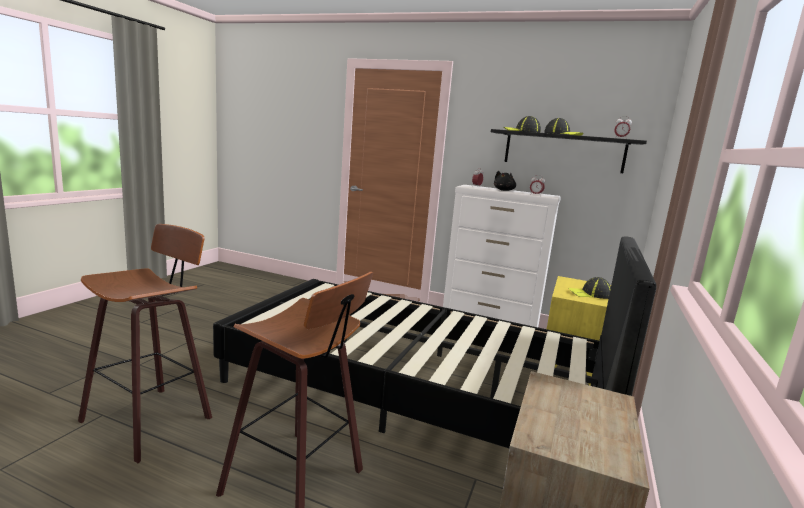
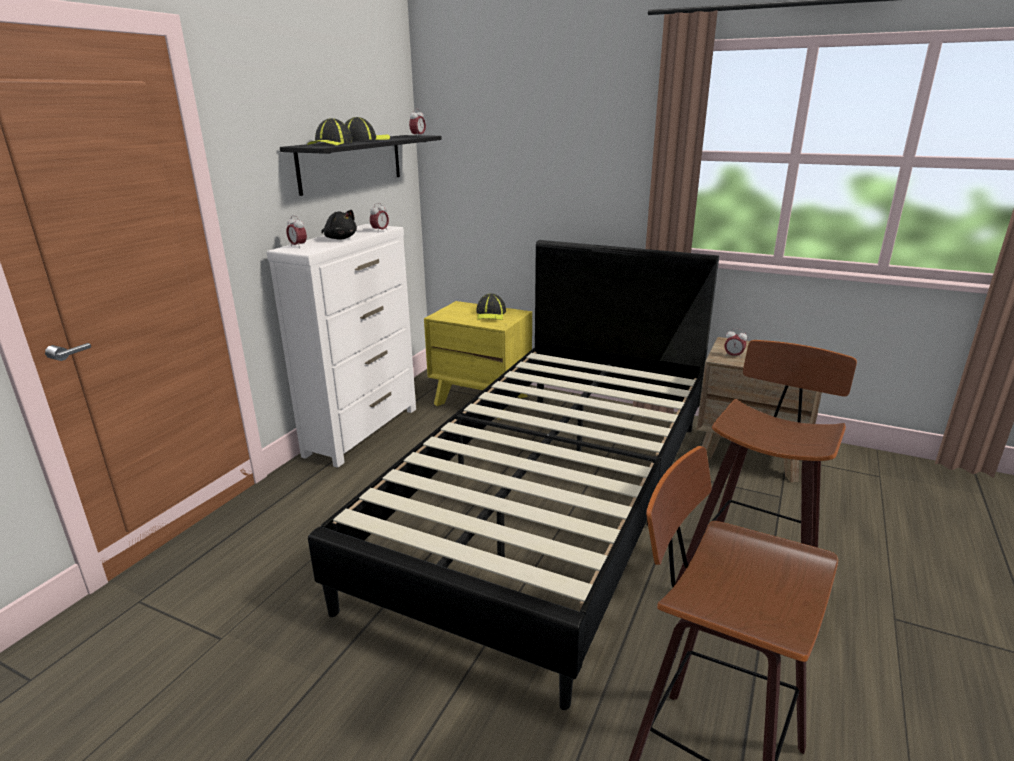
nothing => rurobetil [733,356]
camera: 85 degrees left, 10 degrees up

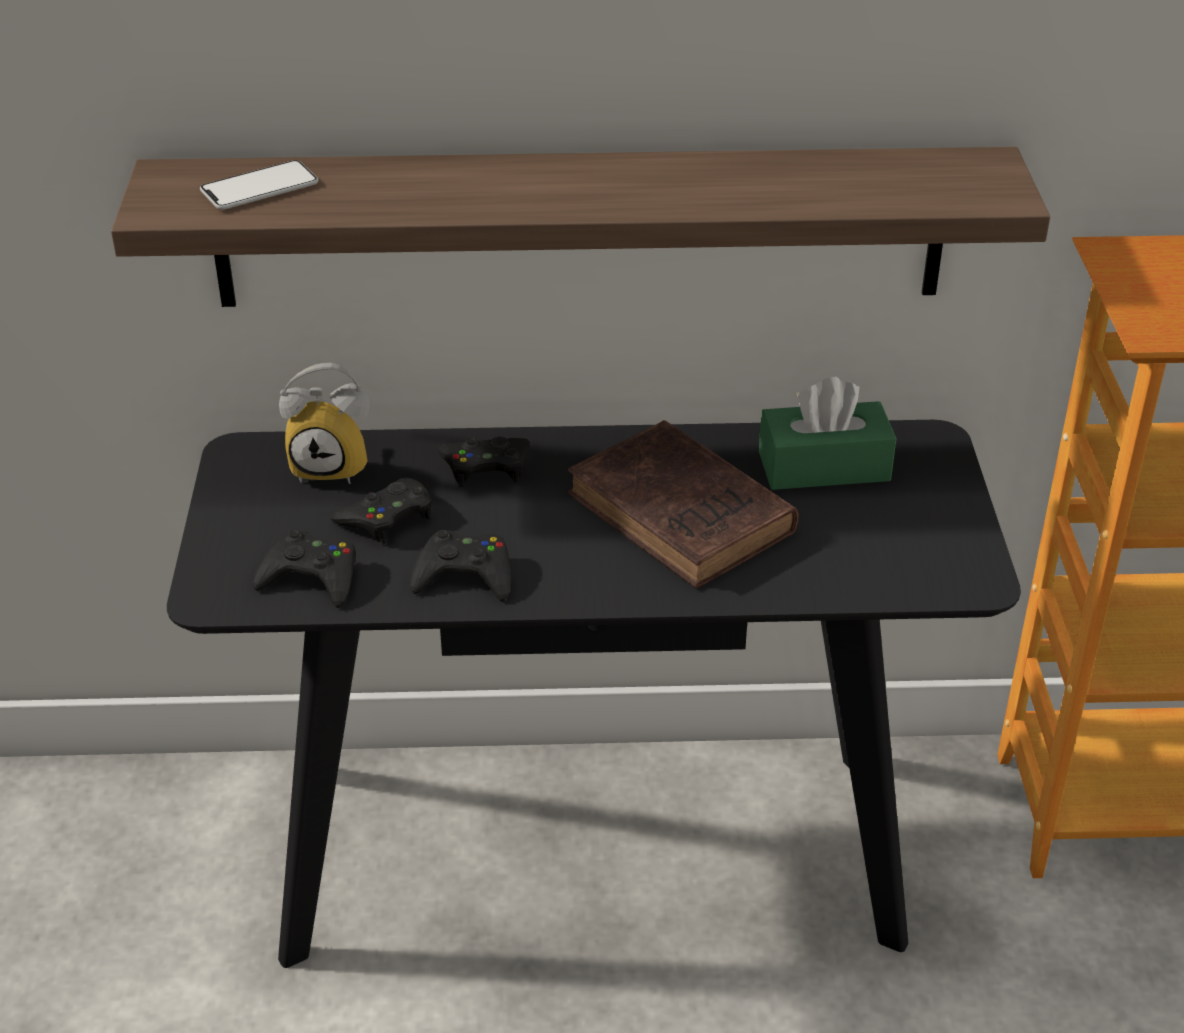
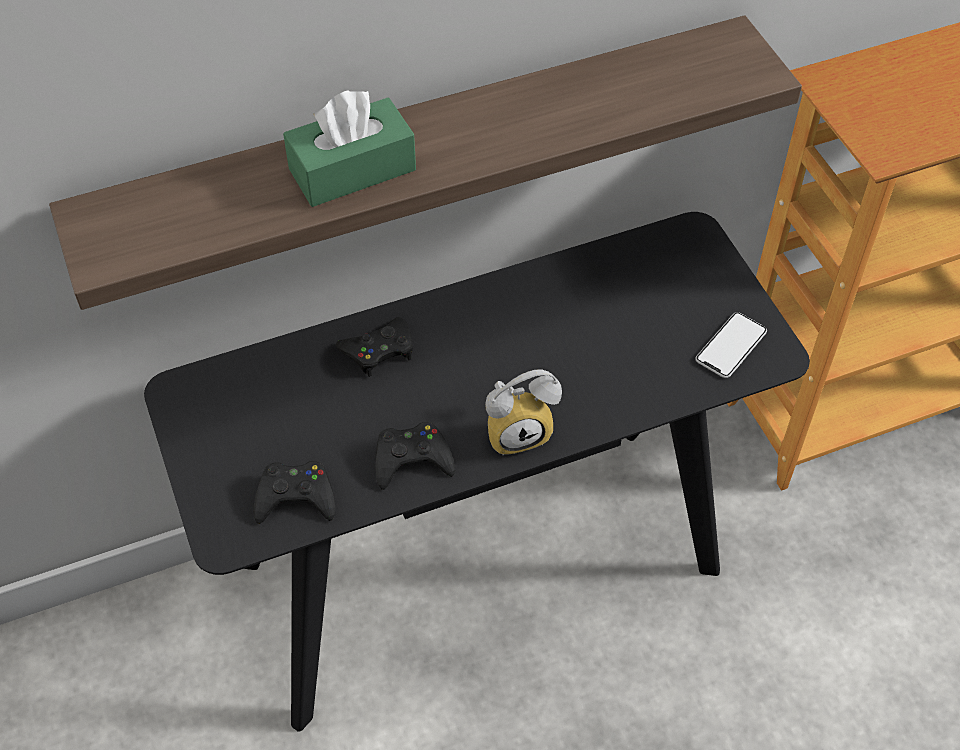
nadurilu [259,188] => nadurilu [731,346], move
rurobetil [334,466] => rurobetil [518,430], move
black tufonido [387,517] => nothing
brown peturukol [685,516] => nothing
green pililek [824,466] => green pililek [352,169], move
camera: 20 degrees left, 15 degrees up

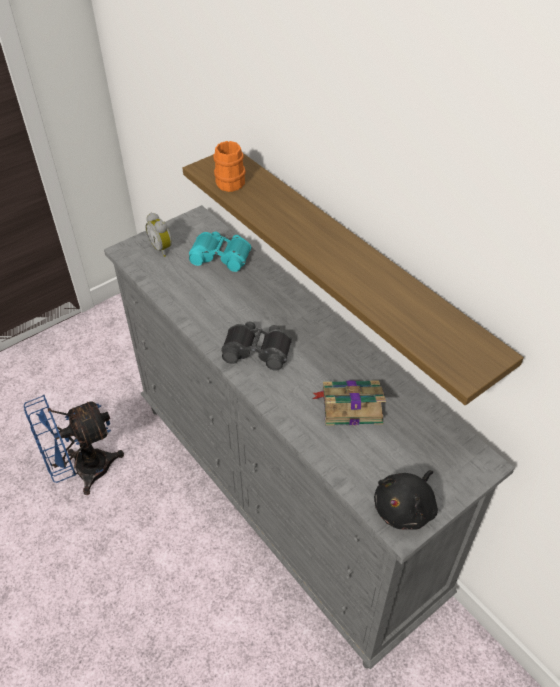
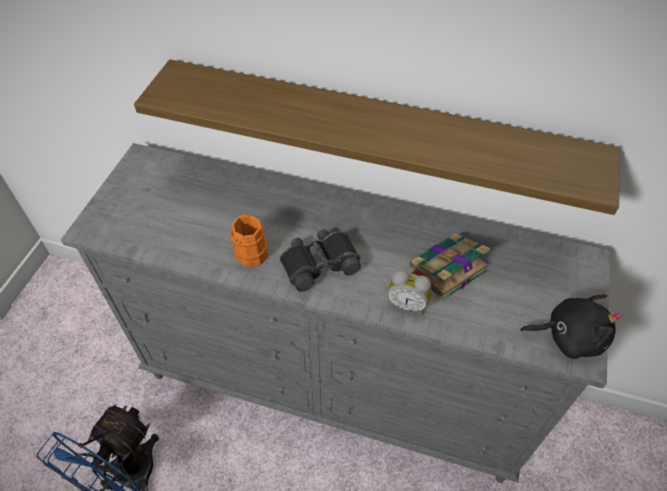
rurobetil [162,248] => rurobetil [407,304], move
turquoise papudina [221,256] => nothing
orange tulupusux [232,180] => orange tulupusux [251,249], move
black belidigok [405,508] => black belidigok [569,336], 90 degrees counterclockwise
camera: 35 degrees left, 5 degrees up

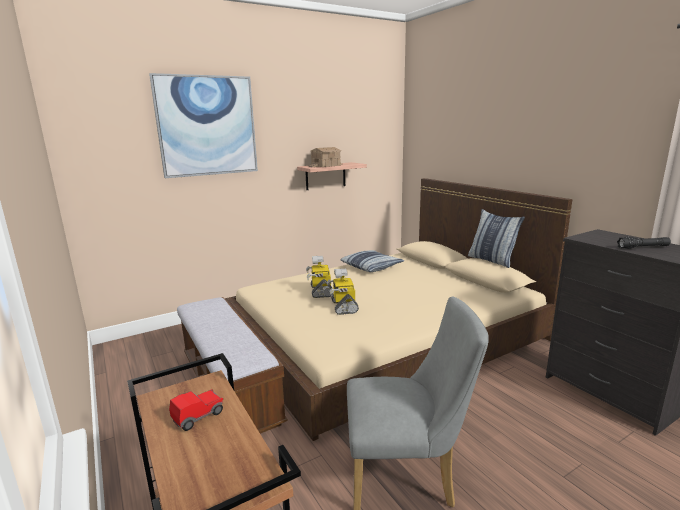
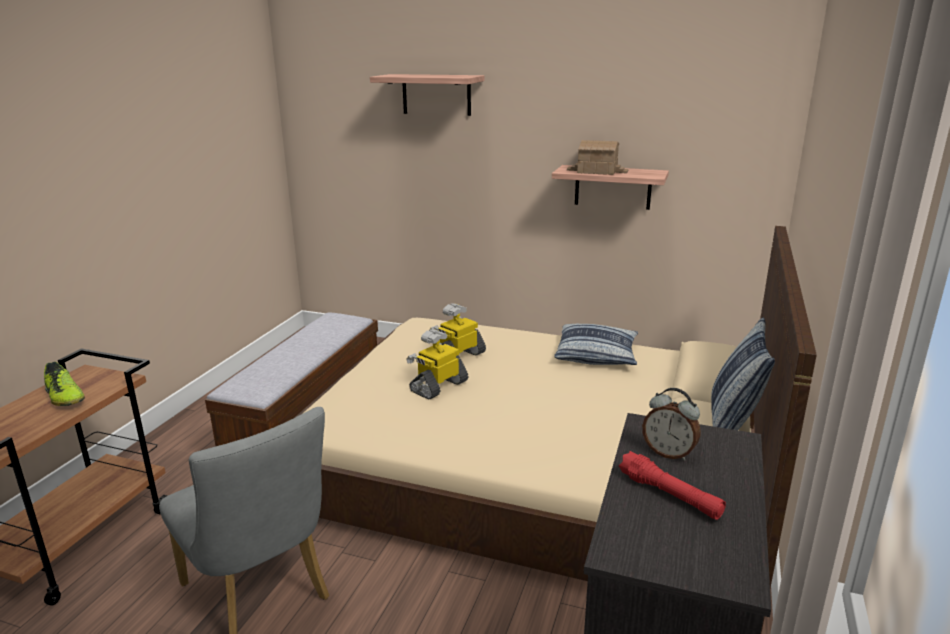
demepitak [207,126] => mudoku [436,94]
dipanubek [198,416] => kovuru [65,397]
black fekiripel [643,247] => red fekiripel [669,495]
nothing => rurobetil [668,453]
camera: 50 degrees right, 5 degrees up

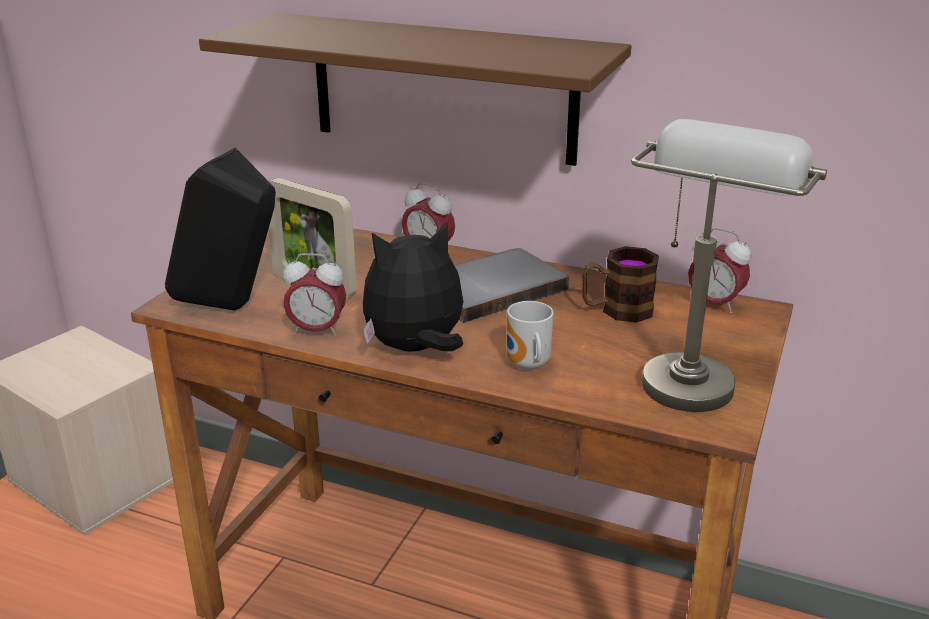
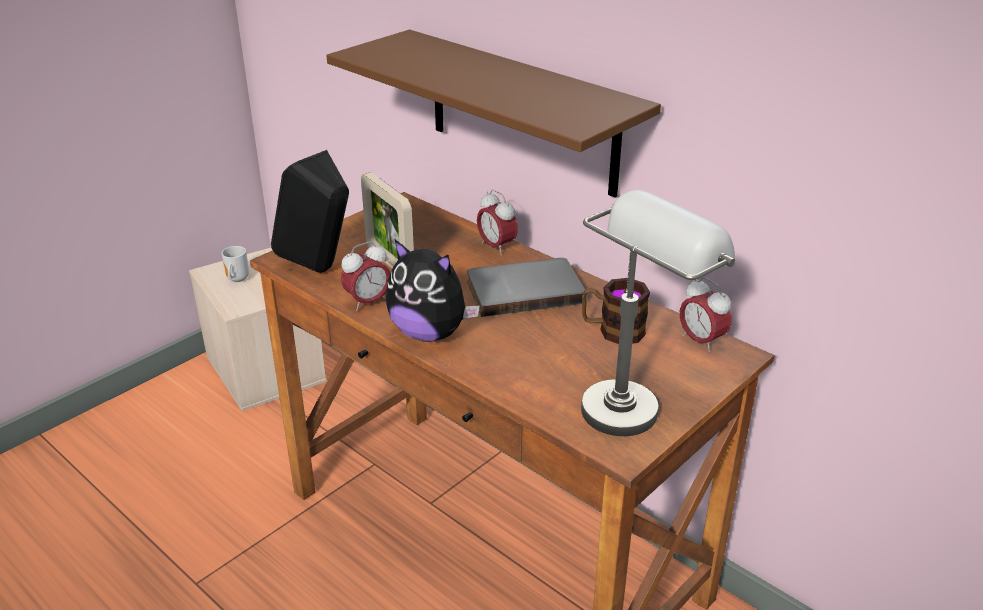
rurobetil [317,331] => rurobetil [368,302], 60 degrees counterclockwise
belidigok [416,350] => belidigok [430,333], 150 degrees counterclockwise
tulupusux [527,366] => tulupusux [236,280], move
camera: 20 degrees right, 5 degrees up

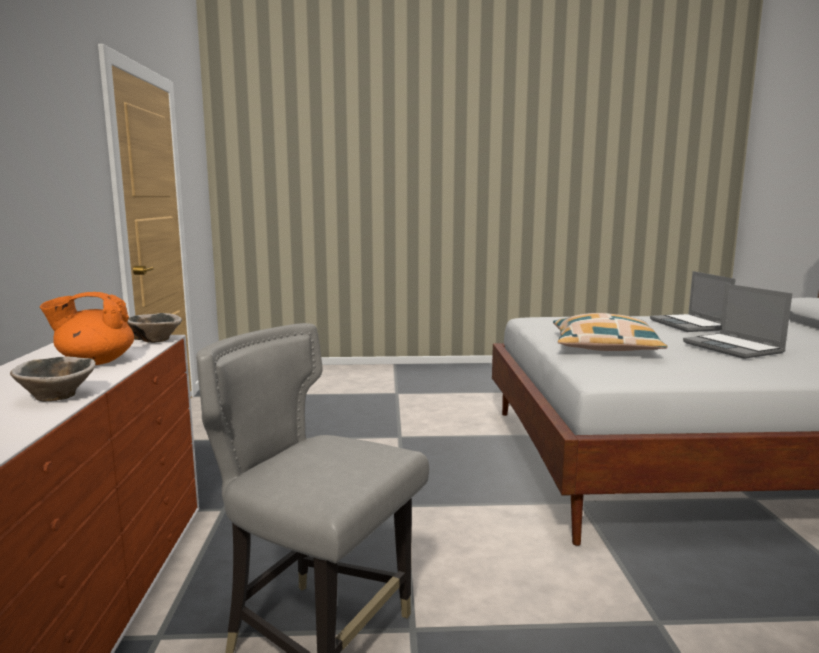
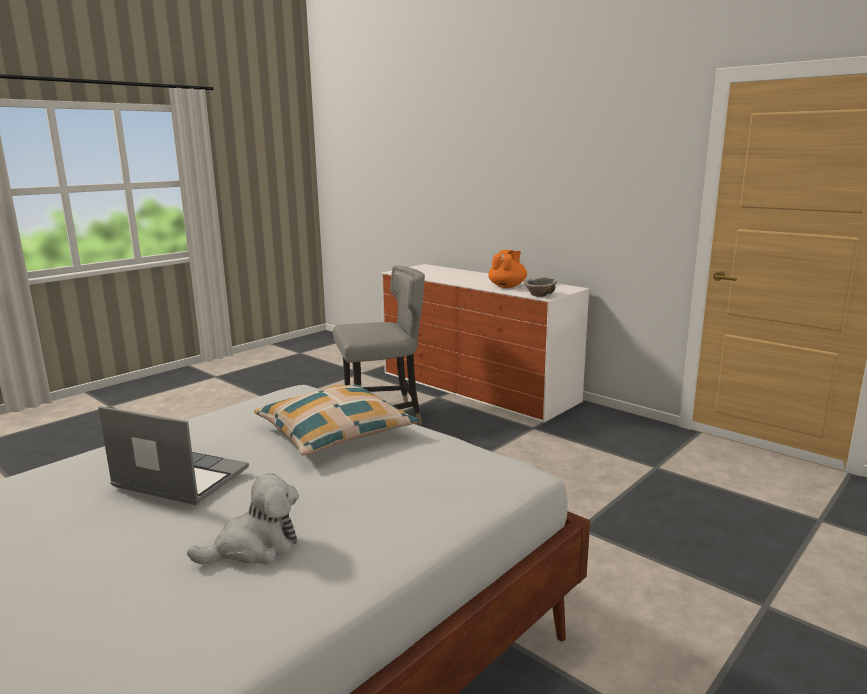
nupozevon [57,397] => nothing
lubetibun [690,325] => belidigok [254,547]
camera: 135 degrees right, 5 degrees up

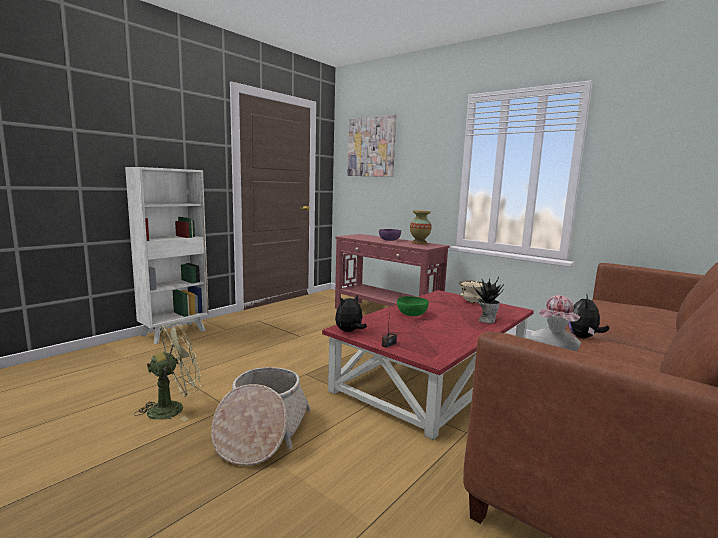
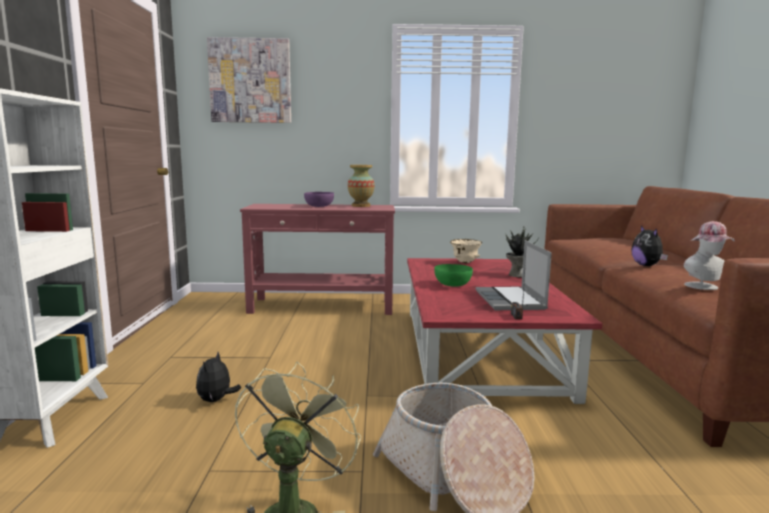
belidigok [349,331] => belidigok [216,400], move
nothing => lubetibun [511,300]
camera: 40 degrees left, 0 degrees up

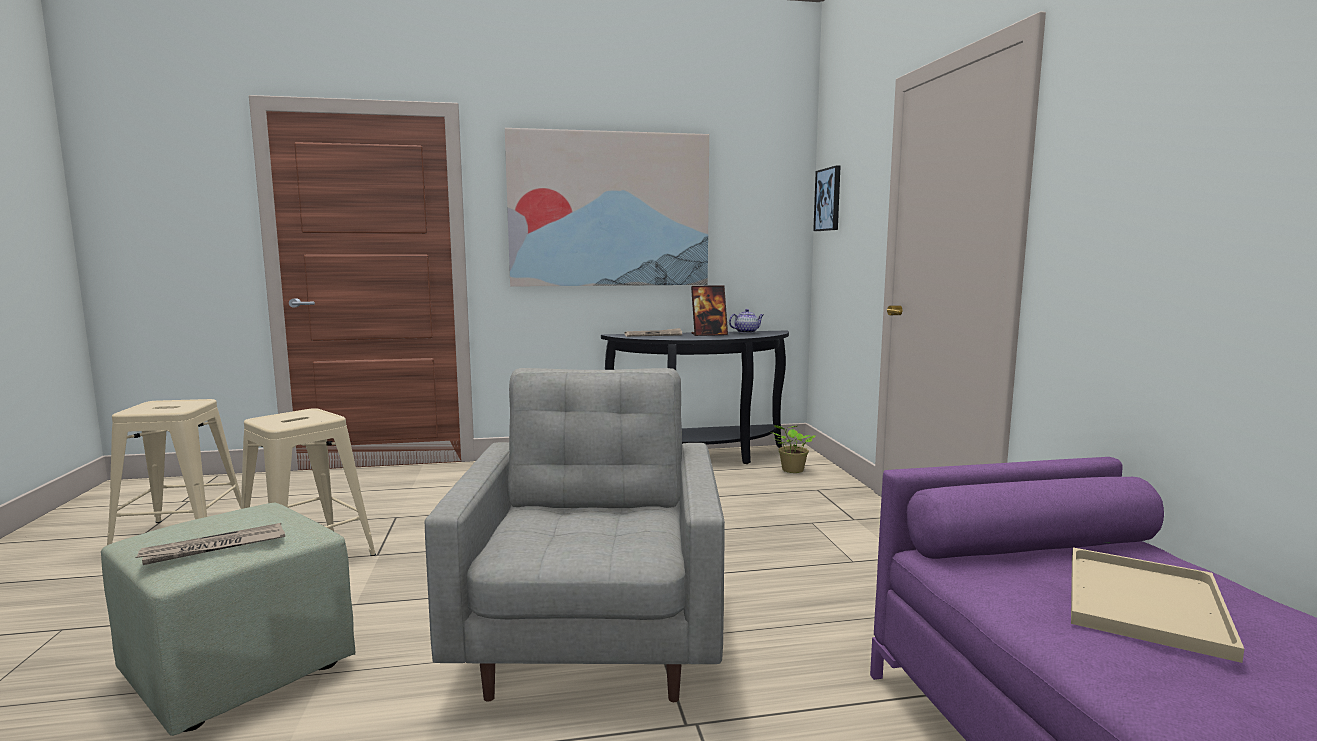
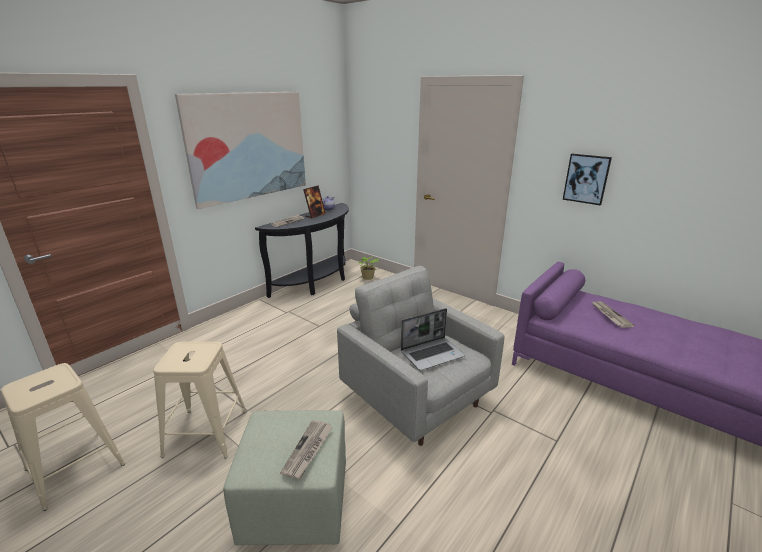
demepitak [828,199] => demepitak [586,179], move
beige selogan [1141,600] => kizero [609,315]
nothing => lubetibun [432,354]
camera: 40 degrees left, 15 degrees up

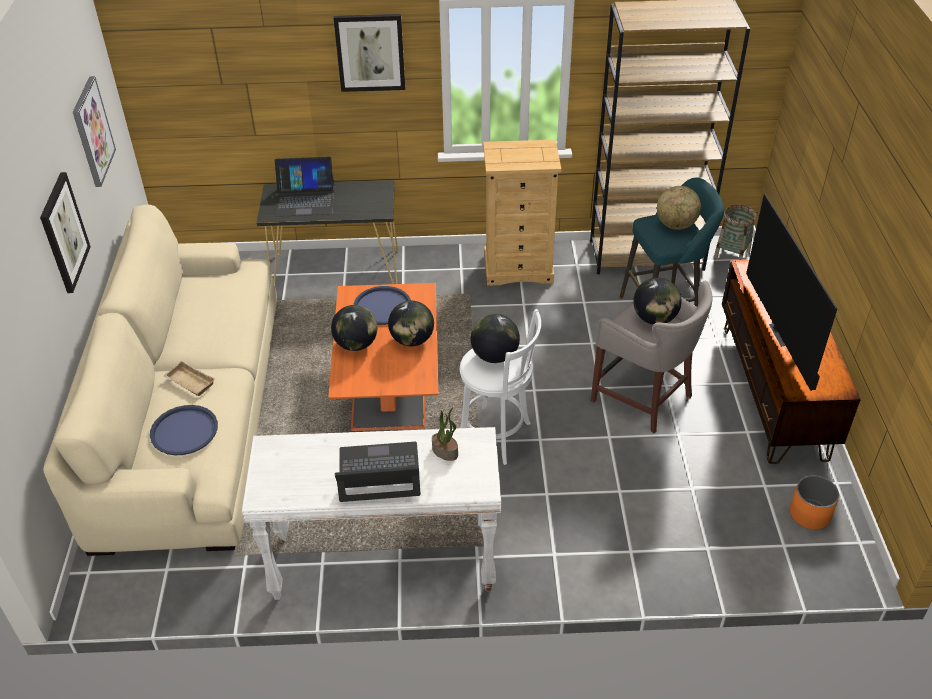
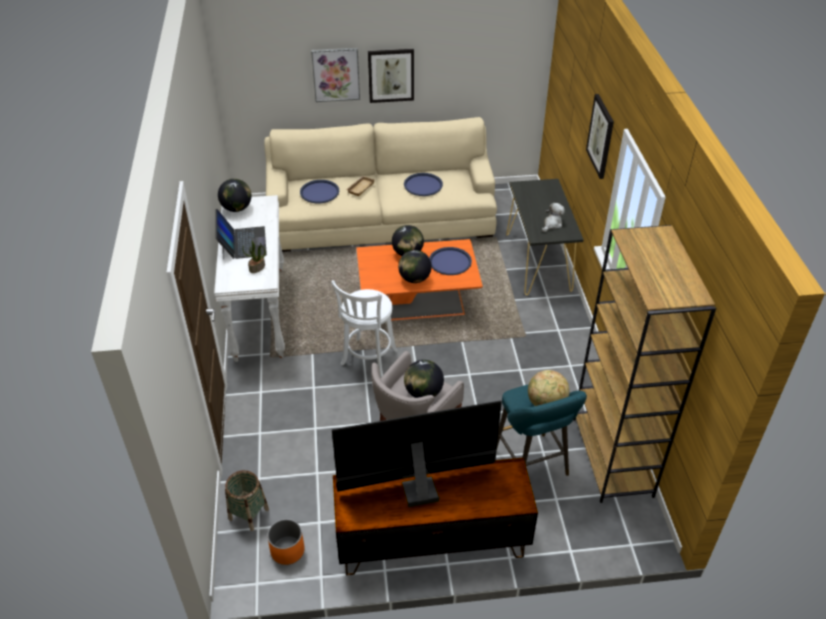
demepitak [92,131] => demepitak [336,74], move
lubetibun [305,200] => nothing
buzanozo [495,356] => buzanozo [236,208], move
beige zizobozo [518,268] => nothing
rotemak [732,254] => rotemak [248,514], move
nothing => blue selogan [423,185]
nothing => belidigok [552,224]
camera: 85 degrees right, 0 degrees up

